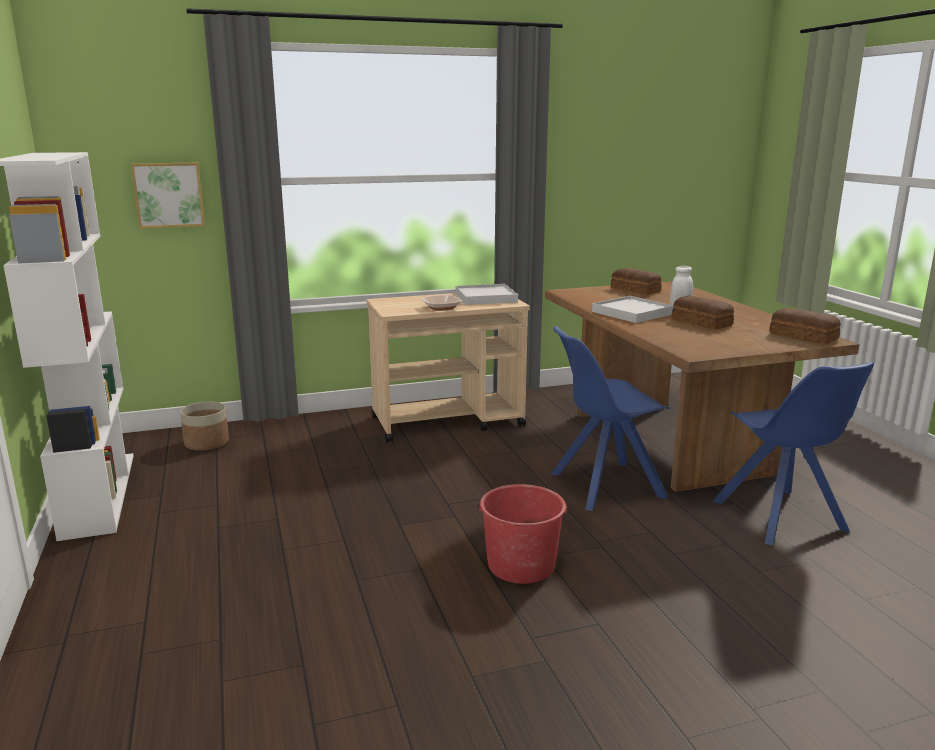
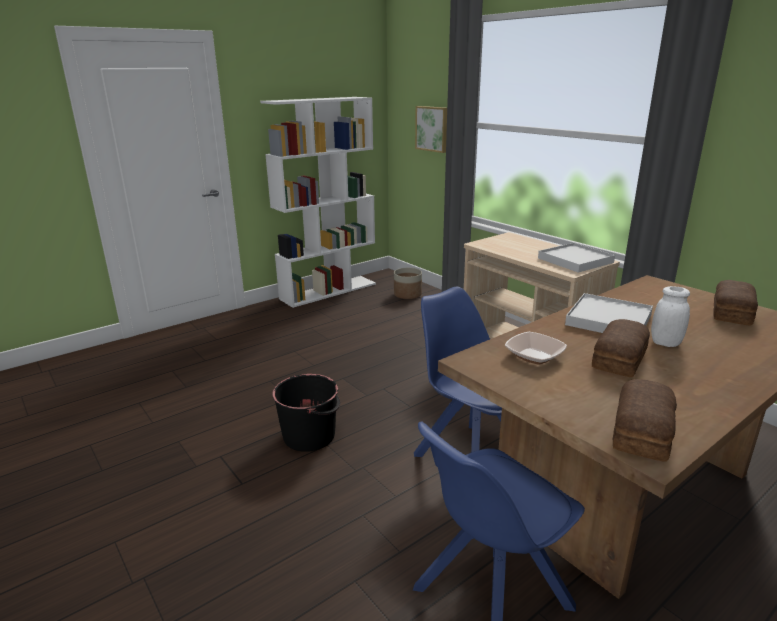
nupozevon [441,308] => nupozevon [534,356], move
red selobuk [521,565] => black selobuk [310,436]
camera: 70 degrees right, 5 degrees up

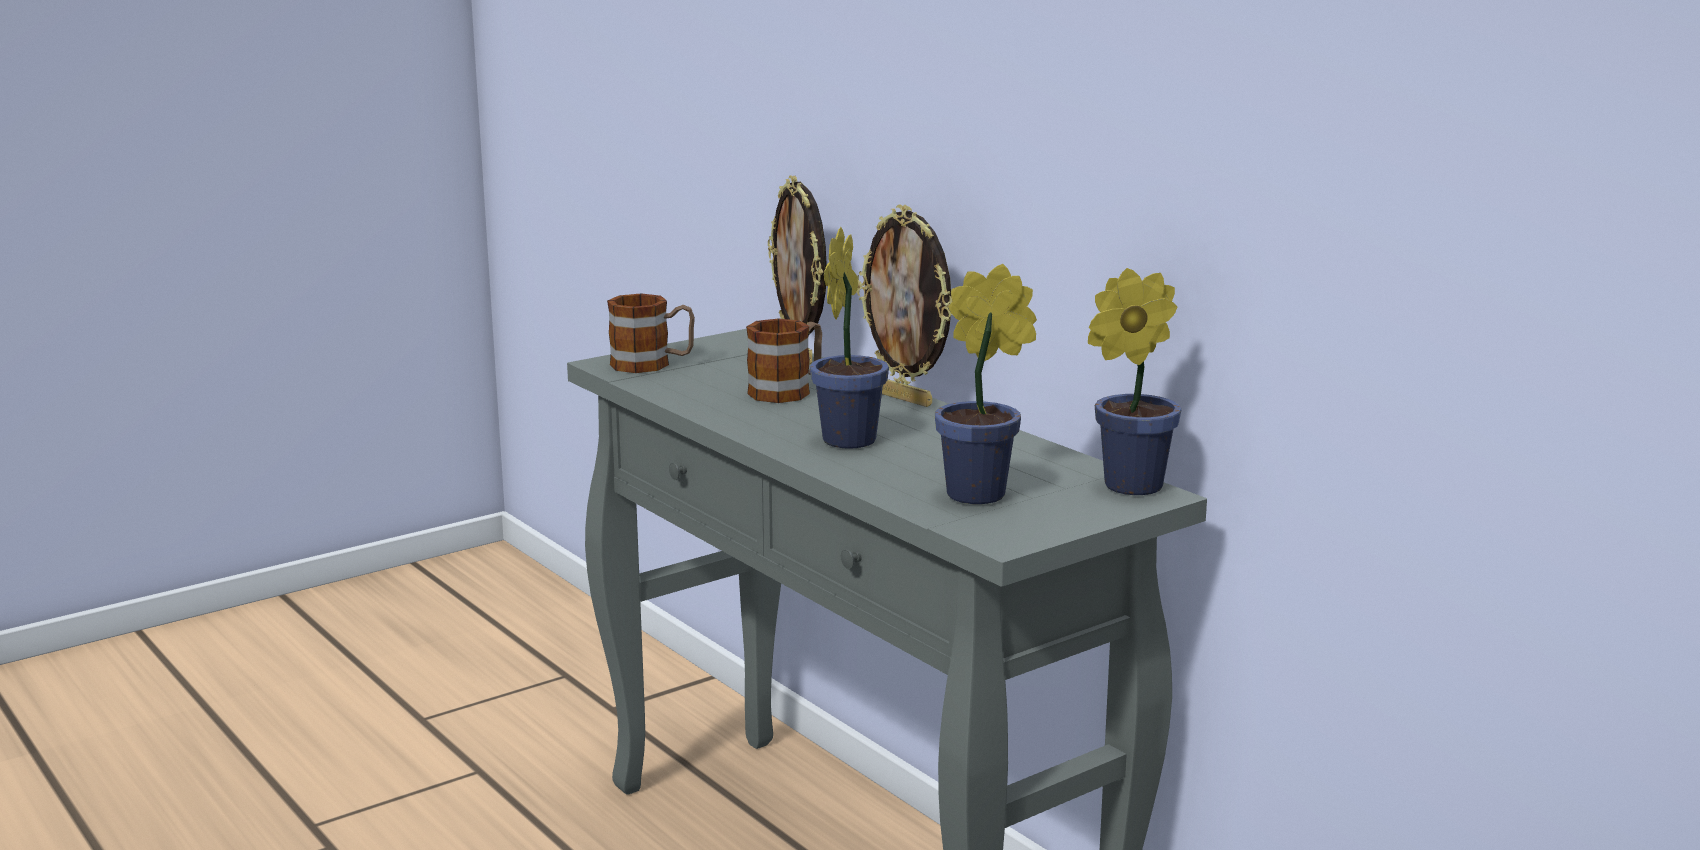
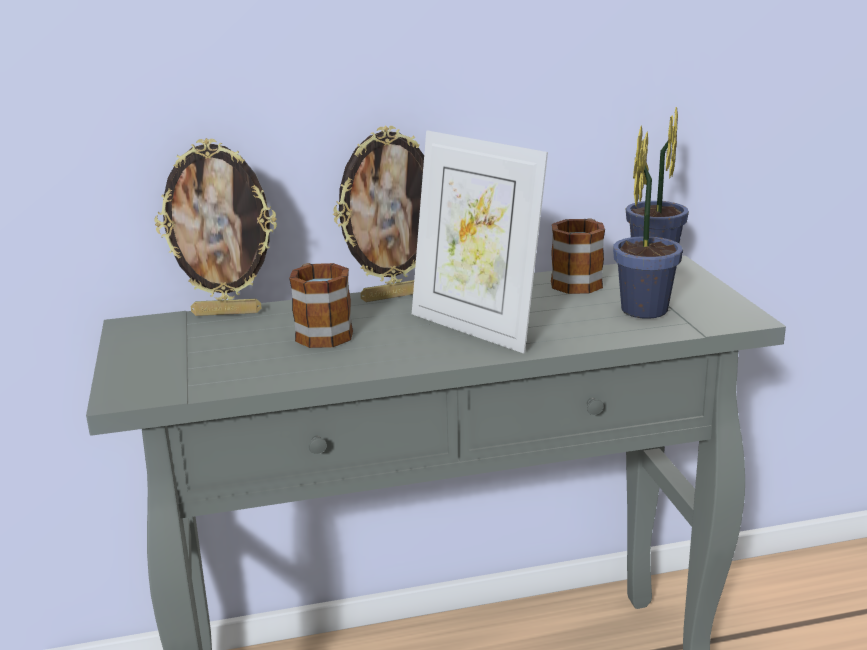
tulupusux [652,364] => tulupusux [580,280], move
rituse [852,438] => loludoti [475,328]
camera: 65 degrees left, 5 degrees up

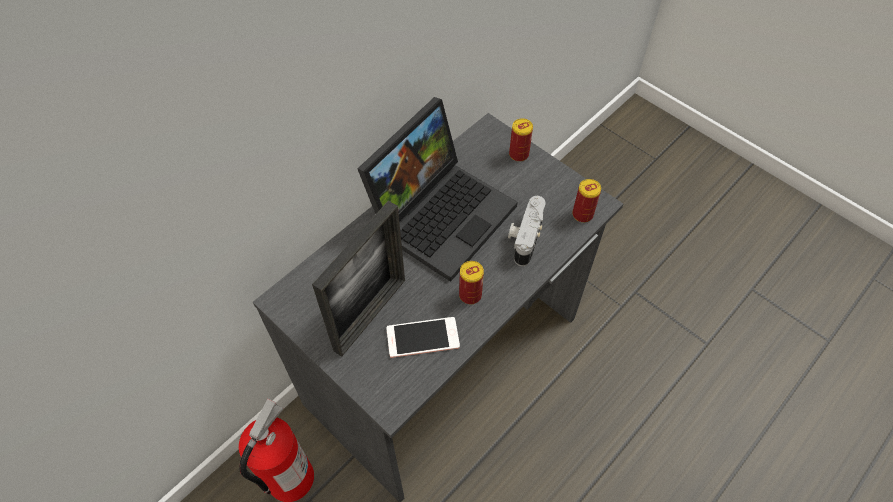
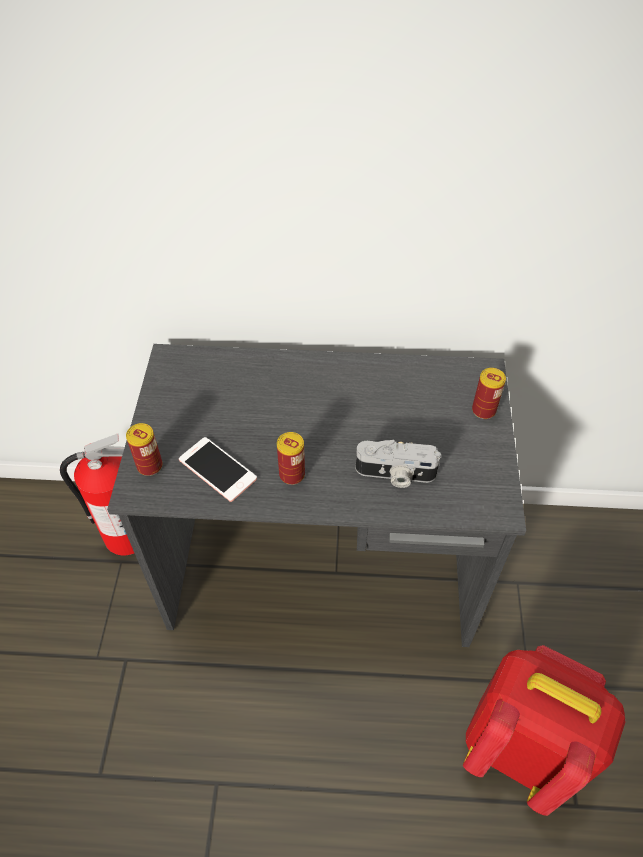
loludoti [370,314] => nothing
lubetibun [442,212] => nothing
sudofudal [524,237] => sudofudal [395,475], 150 degrees counterclockwise
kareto [582,214] => kareto [150,466], move
nothing => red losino [520,748]
camera: 50 degrees right, 5 degrees down

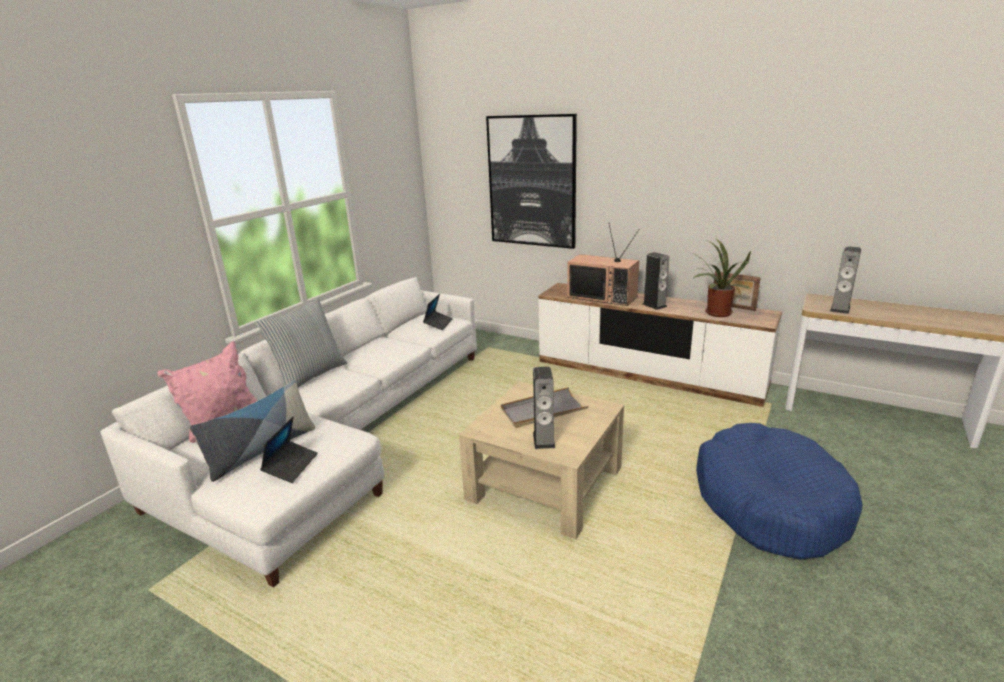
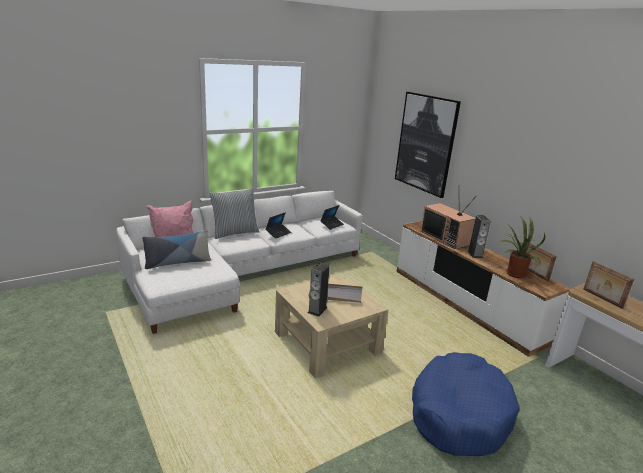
lubetibun [291,466] => lubetibun [278,233], move
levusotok [840,308] => loludoti [602,298]
camera: 25 degrees right, 0 degrees up

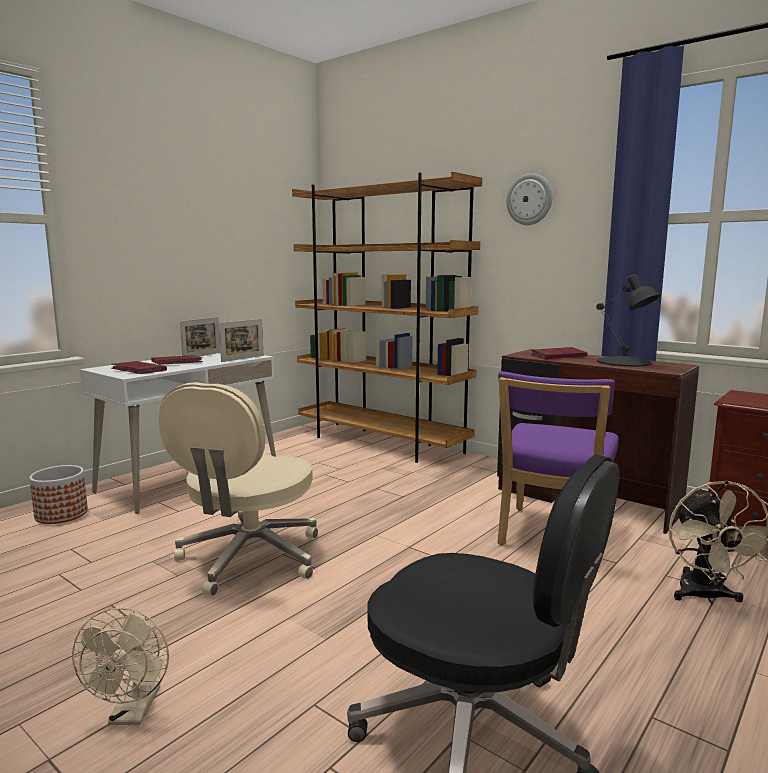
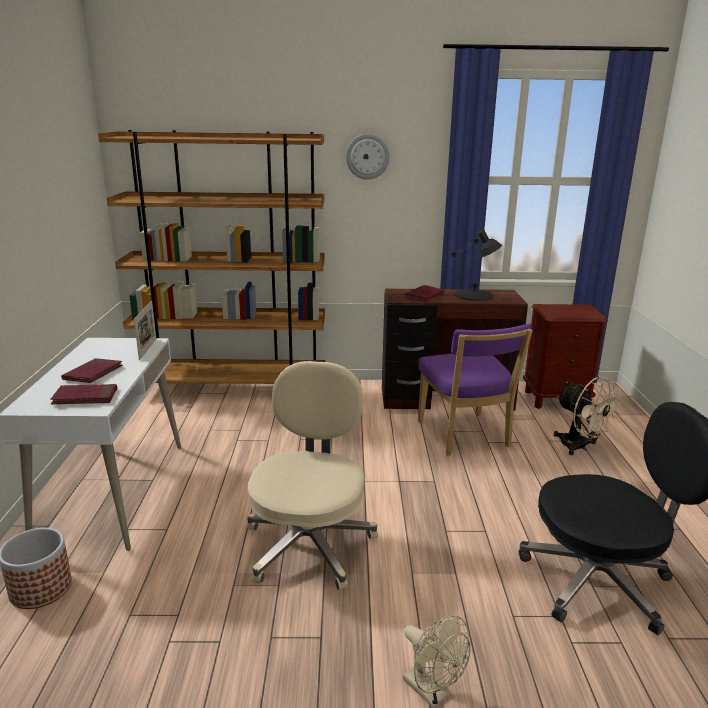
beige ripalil [249,559] => beige ripalil [309,543], 150 degrees counterclockwise
loludoti [202,355] => nothing
camera: 40 degrees left, 10 degrees up

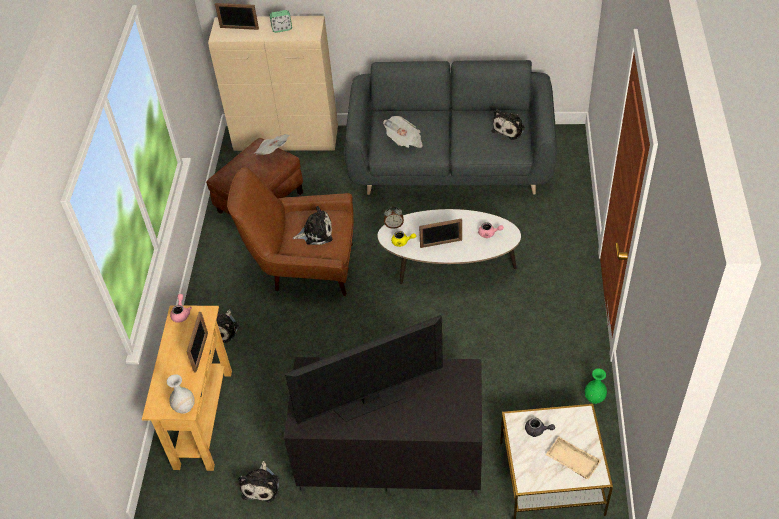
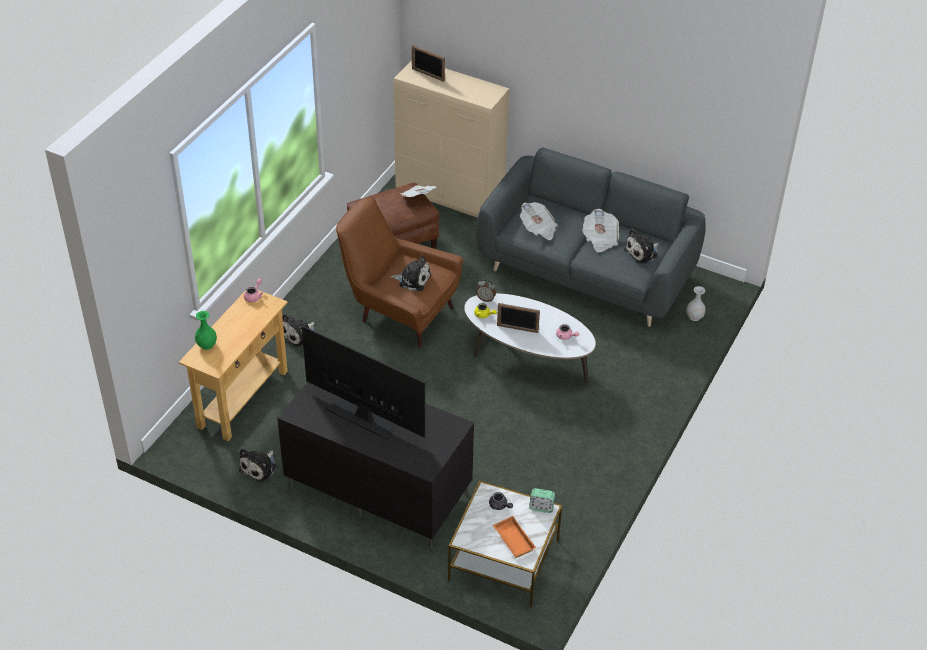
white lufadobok [184,407] => white lufadobok [694,317], move
loludoti [201,352] => nothing
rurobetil [282,28] => rurobetil [541,507], move
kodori [370,399] => kodori [363,416], 150 degrees counterclockwise
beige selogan [571,461] => orange selogan [512,540]
green lufadobok [594,398] => green lufadobok [207,345], move
nothing => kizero [600,239]
camera: 20 degrees right, 5 degrees down

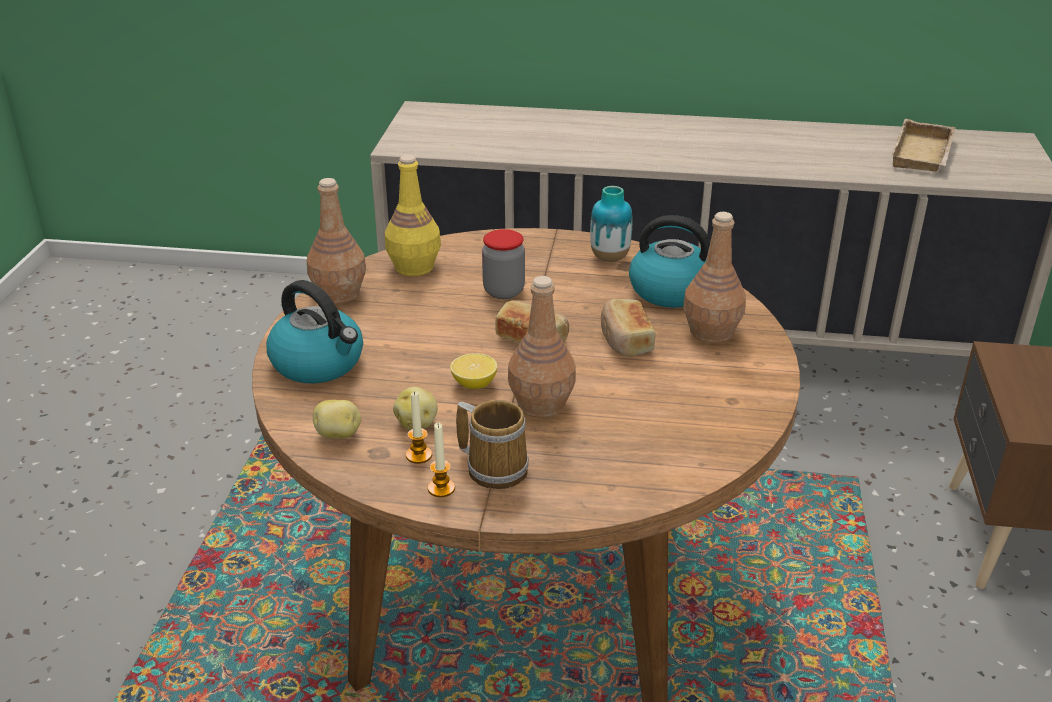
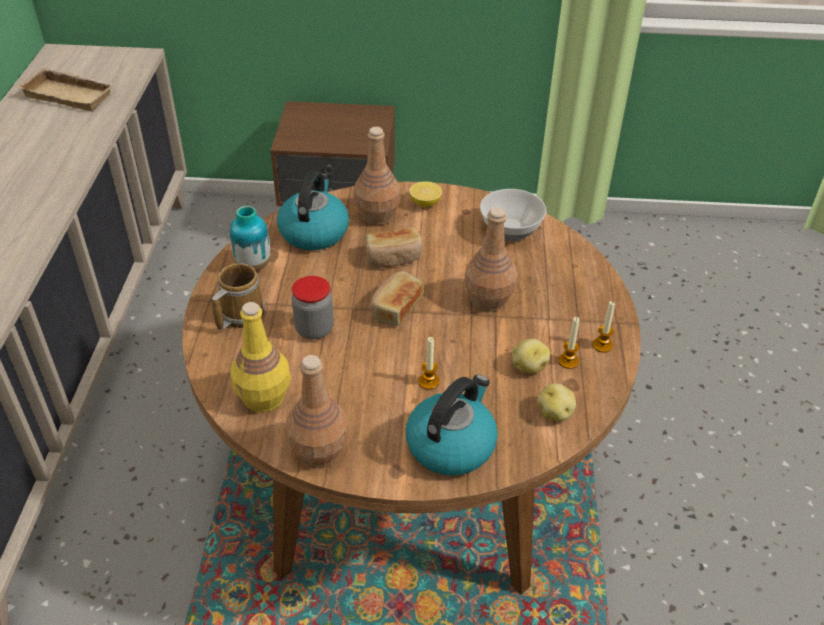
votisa [474,384] => votisa [425,203], move
tulupusux [495,467] => tulupusux [239,315], move
nothing => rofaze [429,382]
nothing => nupozevon [509,230]
camera: 95 degrees left, 10 degrees up

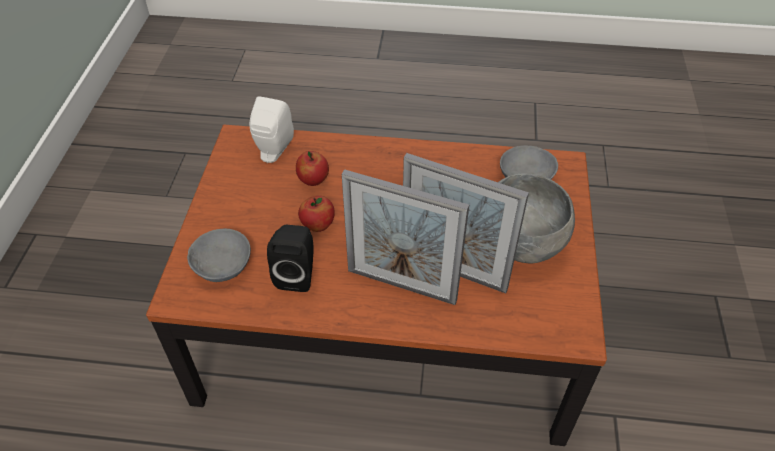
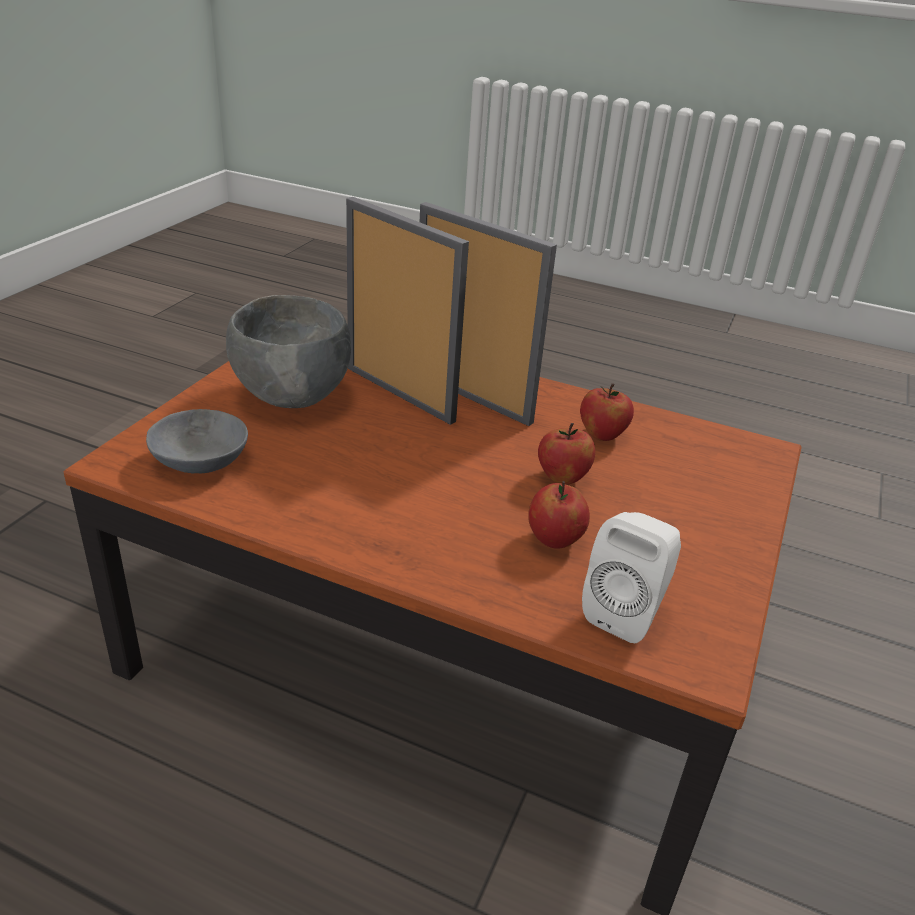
grey nupozevon [224,266] => nothing
black levusotok [297,274] => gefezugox [602,435]
camera: 165 degrees left, 15 degrees down

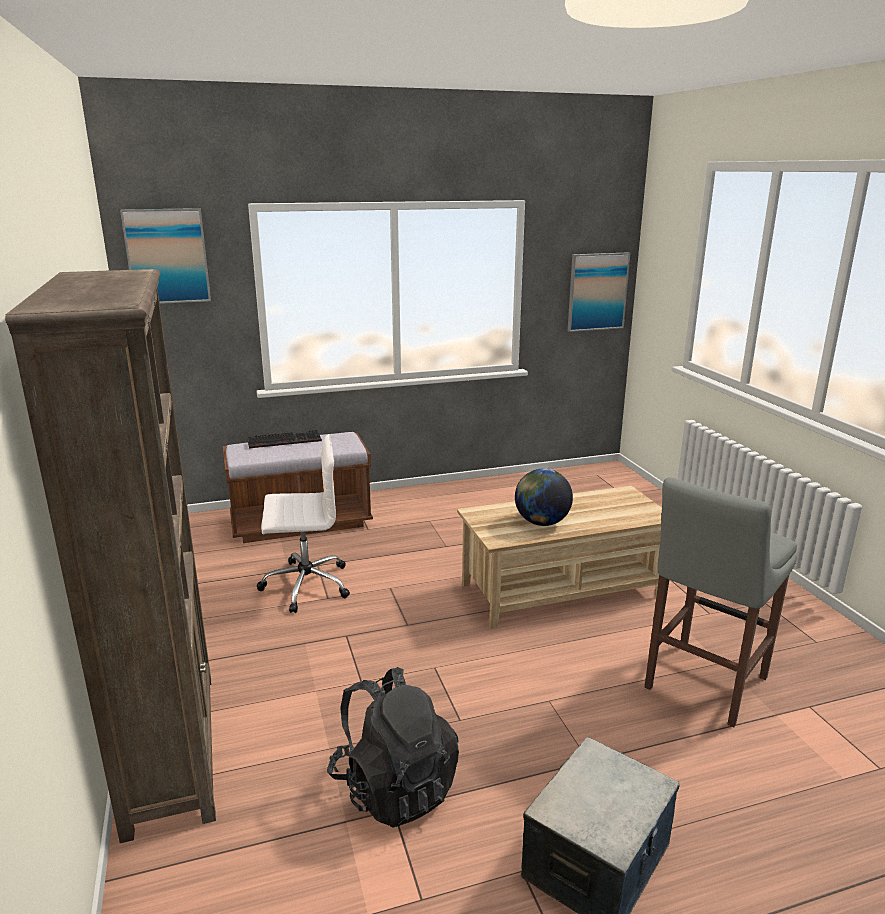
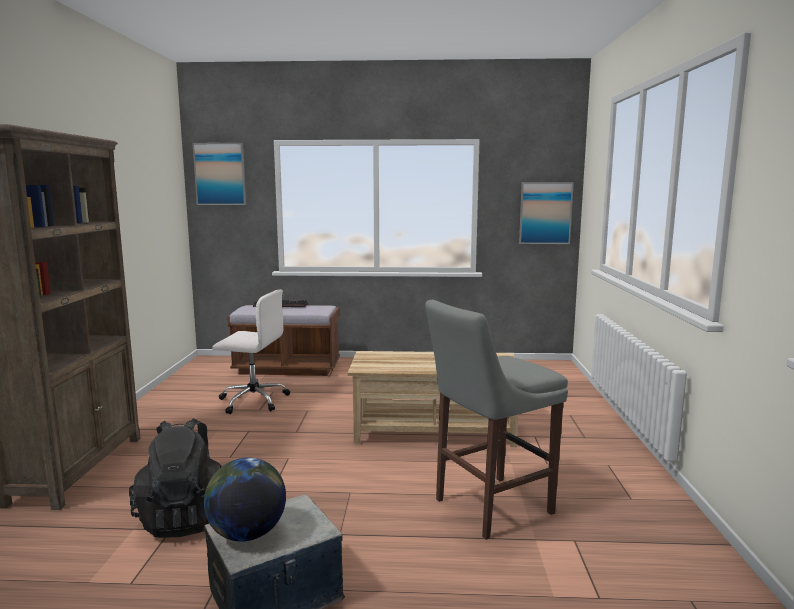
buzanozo [541,522] => buzanozo [247,534], move
camera: 20 degrees right, 10 degrees down

